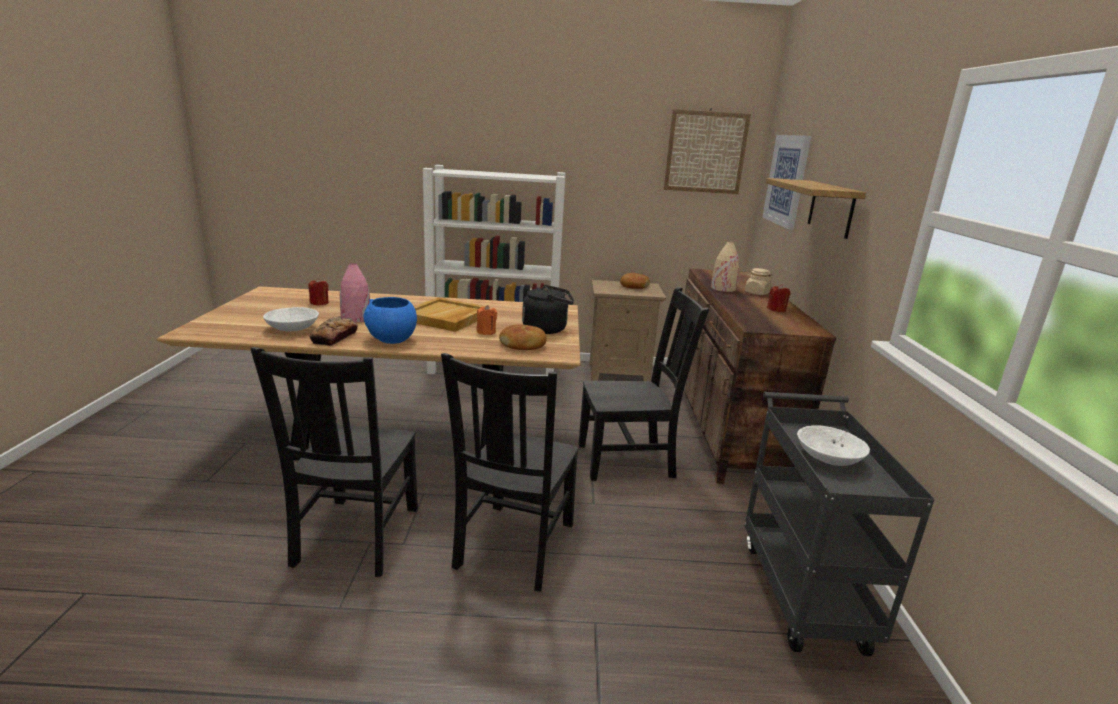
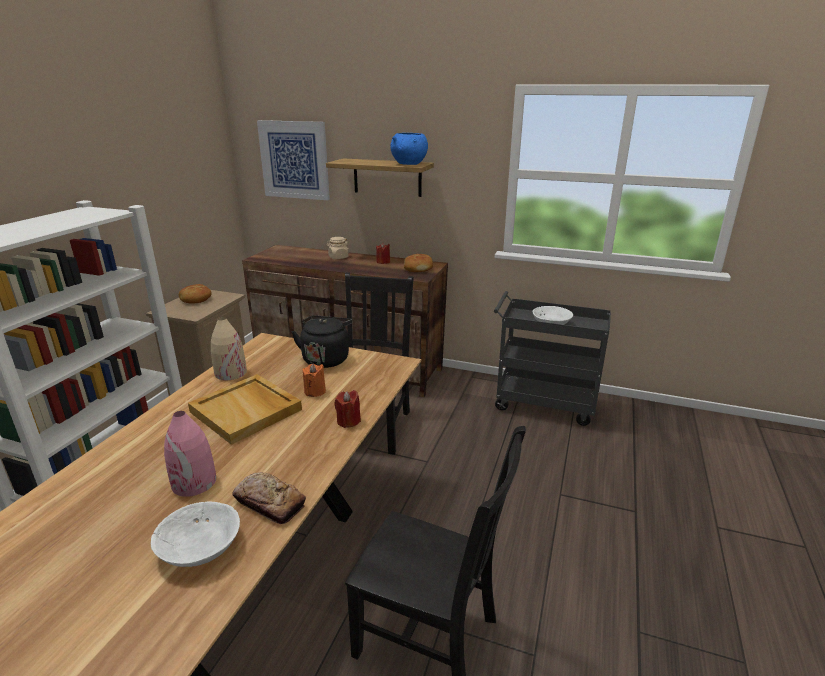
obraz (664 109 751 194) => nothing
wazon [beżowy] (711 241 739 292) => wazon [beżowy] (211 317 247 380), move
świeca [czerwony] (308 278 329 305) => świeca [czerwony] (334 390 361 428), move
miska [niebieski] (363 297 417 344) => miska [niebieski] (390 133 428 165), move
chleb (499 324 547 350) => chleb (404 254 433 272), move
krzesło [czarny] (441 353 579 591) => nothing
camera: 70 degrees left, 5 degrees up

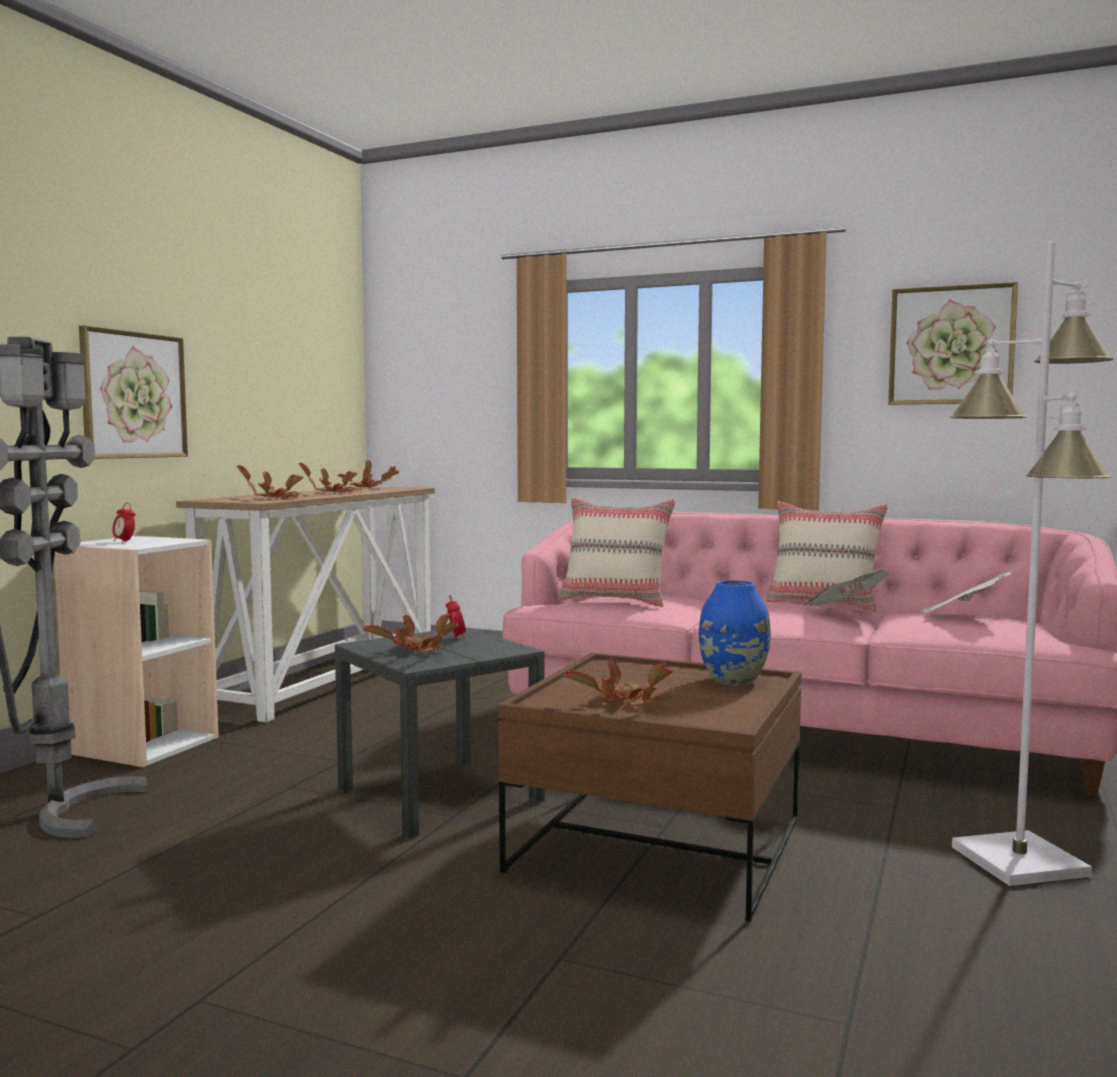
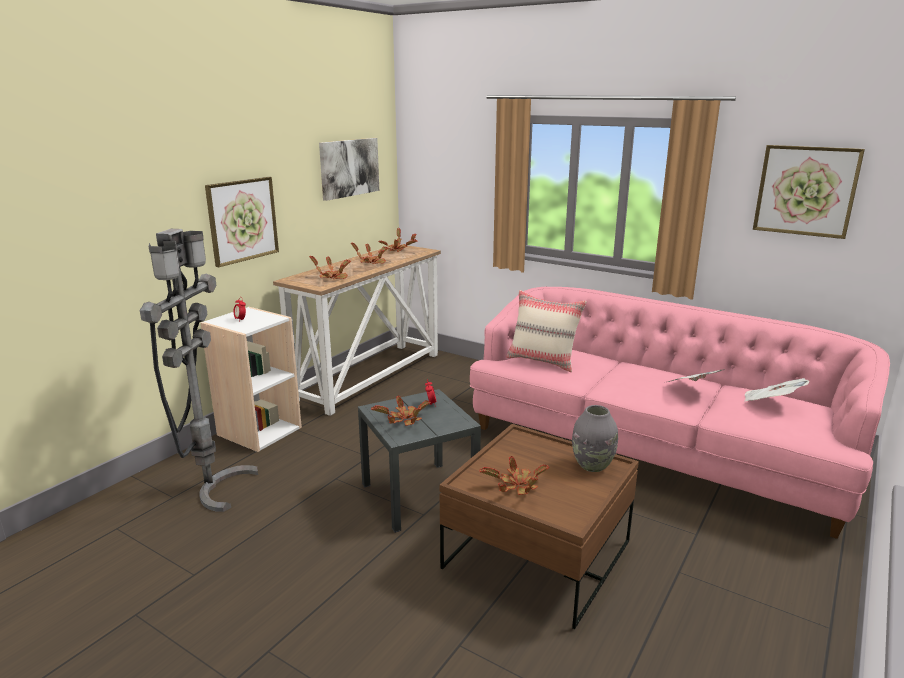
lampa stojąca [biały] (950 242 1113 886) => nothing
poduszka [beżowy] (765 501 888 612) => nothing
wazon [niebieski] (699 580 771 686) => wazon [szary] (572 405 618 472)
nothing => obraz (319 138 379 201)
camera: 10 degrees right, 15 degrees up

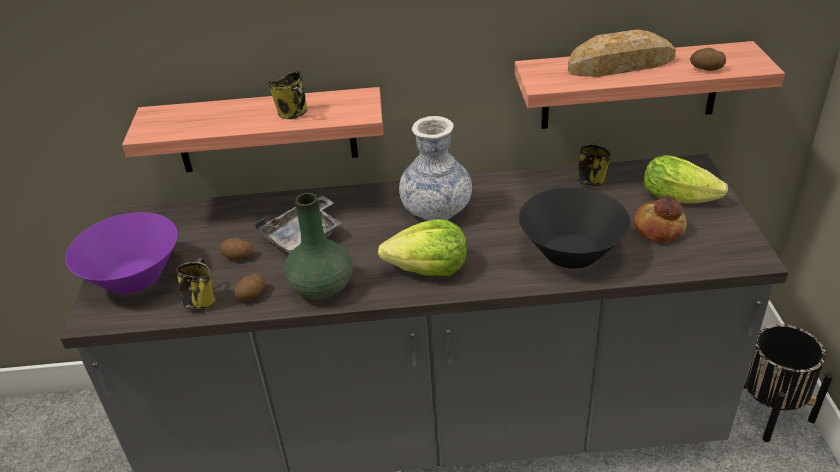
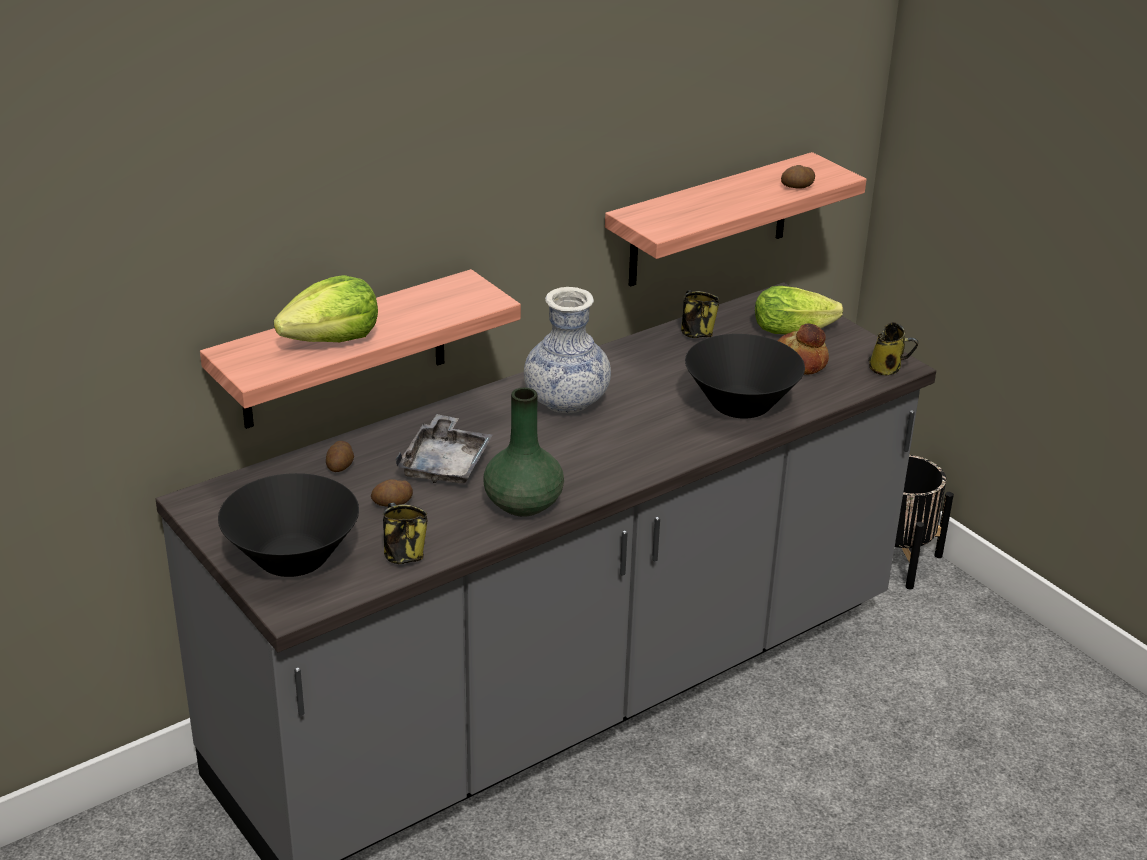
chleb (568 29 676 77) => nothing
kubek (268 71 307 119) => kubek (869 322 918 375), move
miska [fioletowy] (65 212 178 294) => miska [czarny] (218 473 359 577)
sałata (378 219 467 276) => sałata (274 275 378 342), move
ziemniak (234 273 266 301) => ziemniak (326 441 354 472), move
camera: 35 degrees left, 5 degrees down

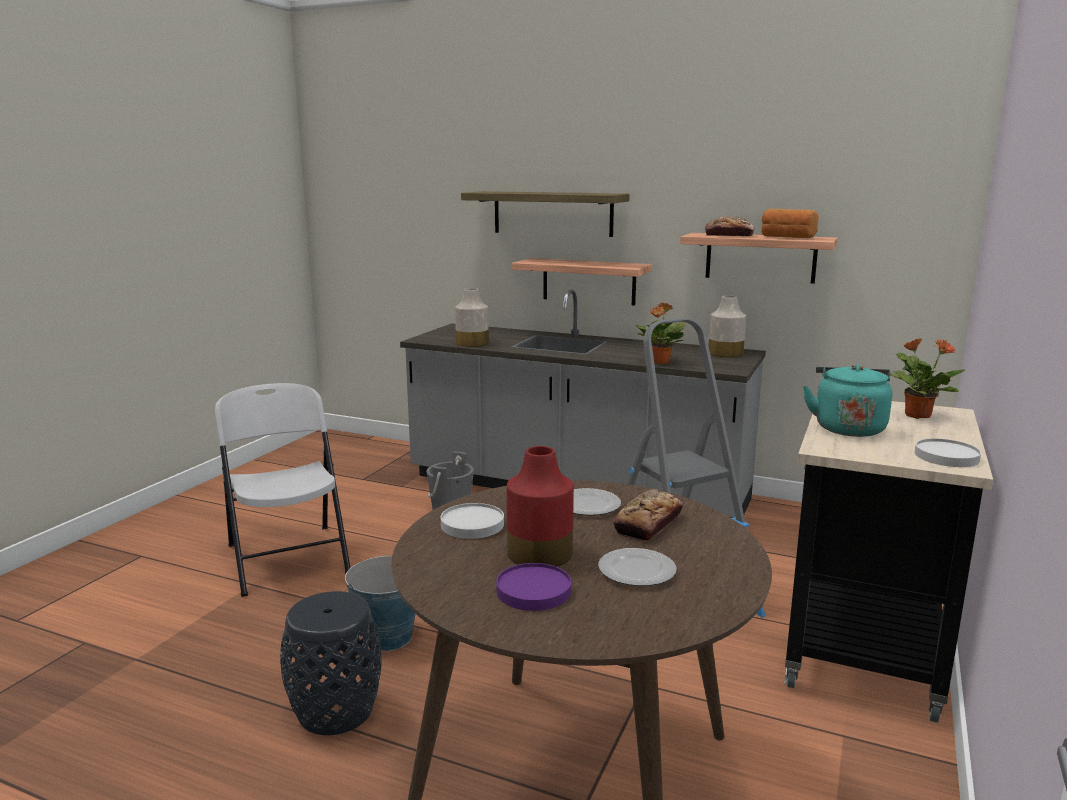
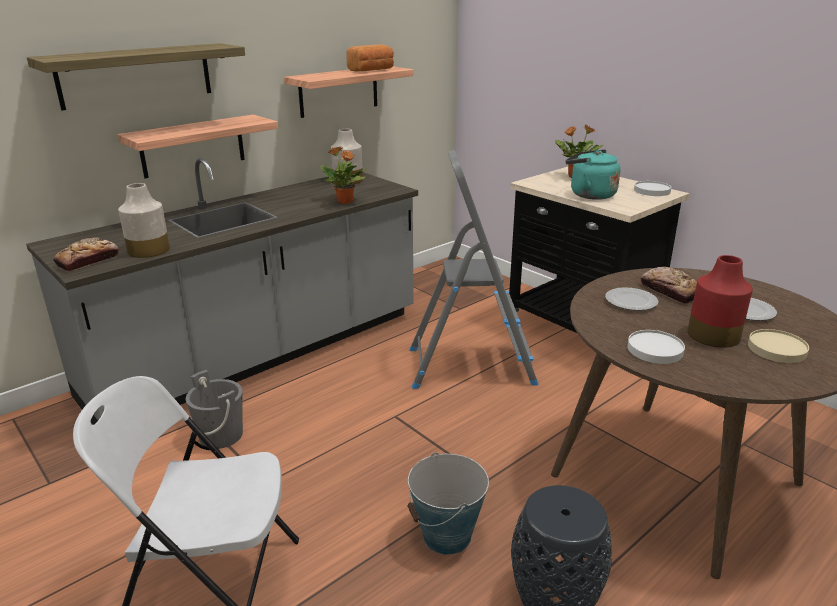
chleb (705 216 754 236) => chleb (53 237 119 272), move
talerz [fioletowy] (496 563 571 611) => talerz [beżowy] (748 329 809 363)
camera: 65 degrees left, 10 degrees up

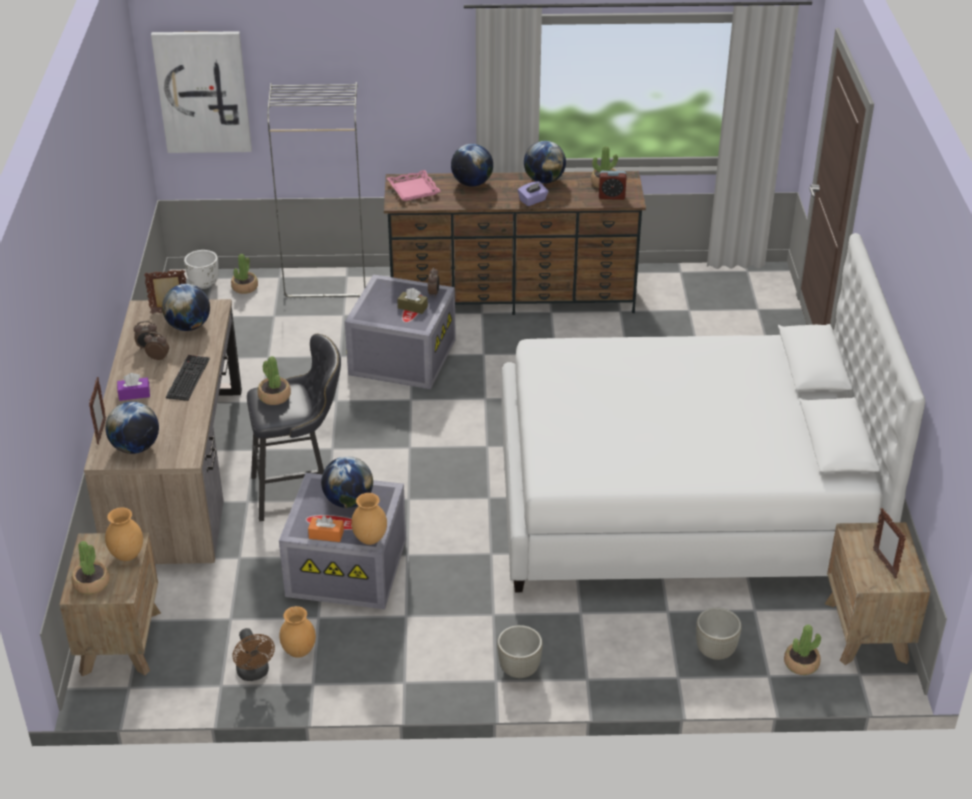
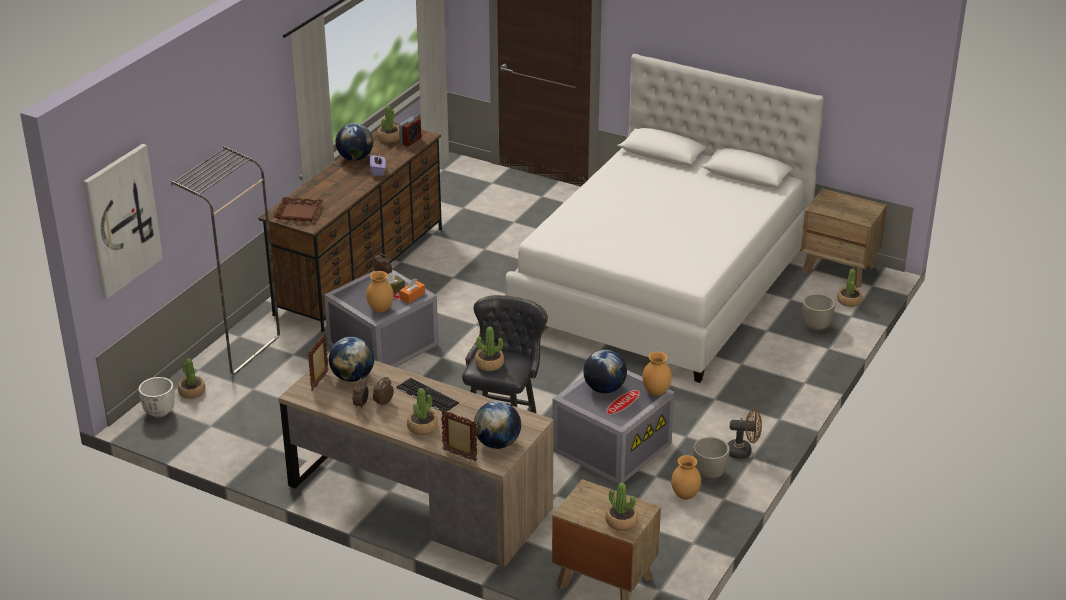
globus (451 144 493 187) => nothing
taca [różowy] (387 170 441 201) => taca [brązowy] (273 197 323 222)
pudełko chusteczek [fioletowy] (117 373 150 401) => roślina doniczkowa (407 388 438 435)
wazon [brązowy] (105 507 143 561) => wazon [brązowy] (366 271 394 312), move
ramka na zdjęcie (873 508 906 578) => nothing
pudełko chusteczek [pomarańczowy] (308 515 344 542) => pudełko chusteczek [pomarańczowy] (399 278 425 303), move
donica [szary] (497 625 543 678) => donica [szary] (693 437 730 480), move
wentylator [brązowy] (233 628 275 681) => wentylator [brązowy] (727 409 762 459), move
camera: 60 degrees left, 5 degrees down

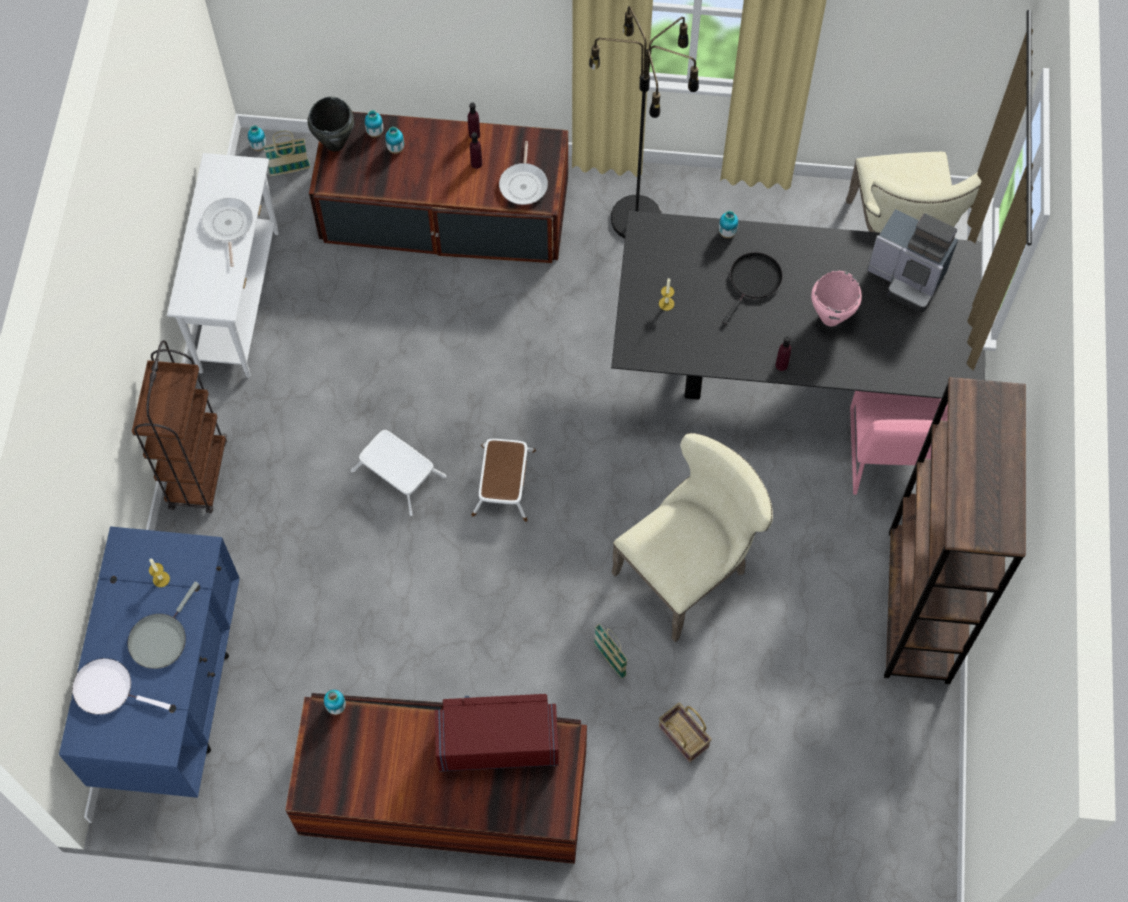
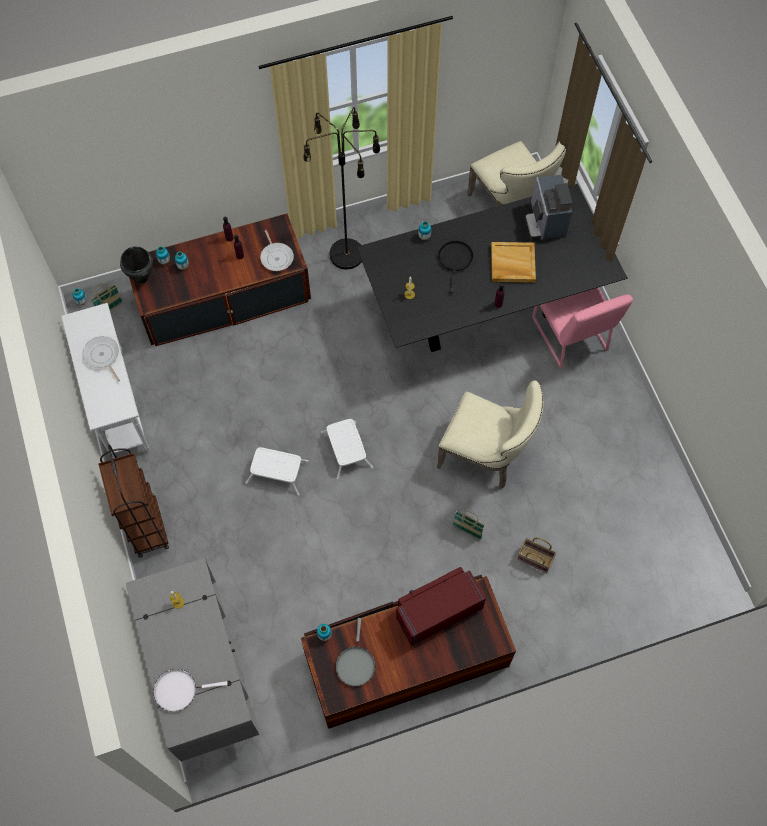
ekspres do kawy (867 209 958 313) => ekspres do kawy (525 175 572 241), 75 degrees clockwise
garnek [różowy] (811 271 862 326) => taca [beżowy] (491 242 536 283)
regał [brązowy] (884 377 1026 684) => nothing
krzesło [beżowy] (611 433 773 642) => krzesło [beżowy] (437 380 543 489), 90 degrees clockwise
drabinka [brązowy] (471 439 536 522) => drabinka [biały] (321 419 373 479)
komoda [niebieski] (59 526 240 798) => komoda [szary] (126 558 259 762)
patelnia [szary] (128 582 199 669) => patelnia [szary] (336 618 375 686), move
camera: 25 degrees left, 0 degrees up

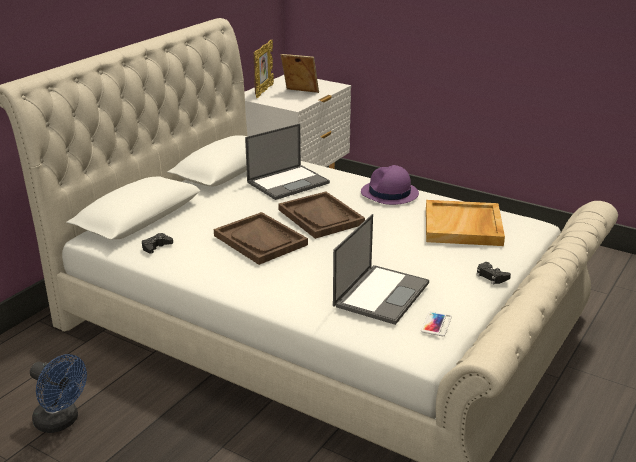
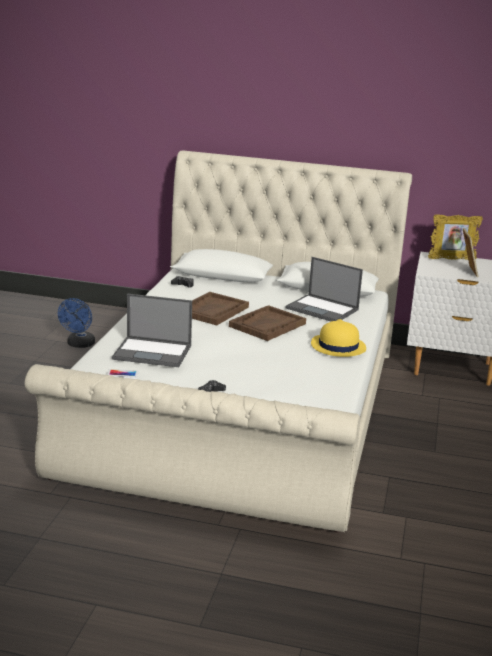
kapelusz [fioletowy] (361 165 419 205) => kapelusz [żółty] (311 319 366 357)
taca [beżowy] (426 200 505 246) => nothing
camera: 70 degrees right, 5 degrees down

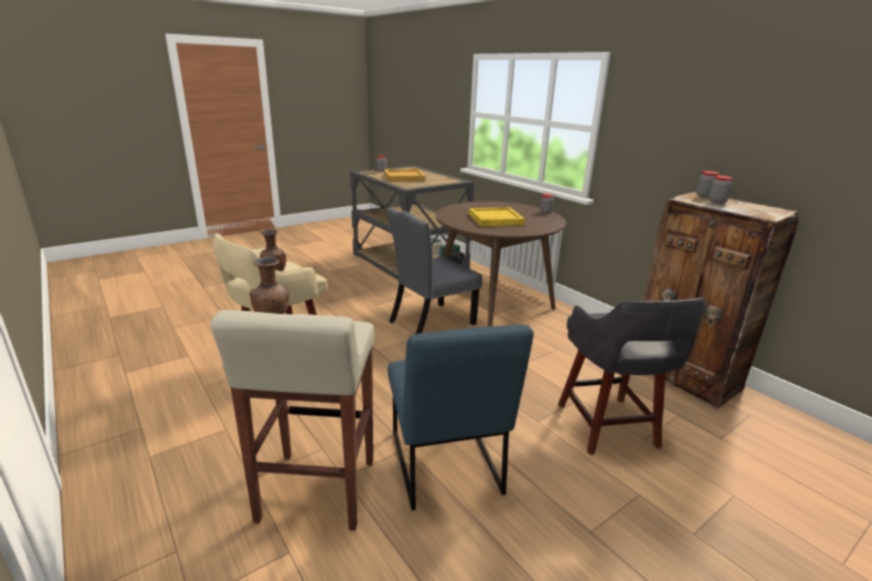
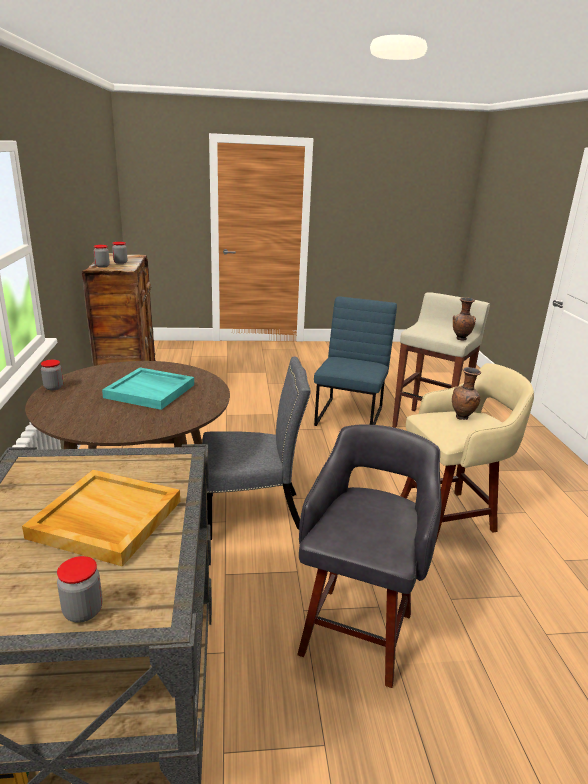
taca [żółty] (469 207 525 226) => taca [turkusowy] (102 368 194 410)
stołek [szary] (558 298 706 455) => stołek [szary] (297 424 441 688), move
camera: 150 degrees left, 0 degrees up

